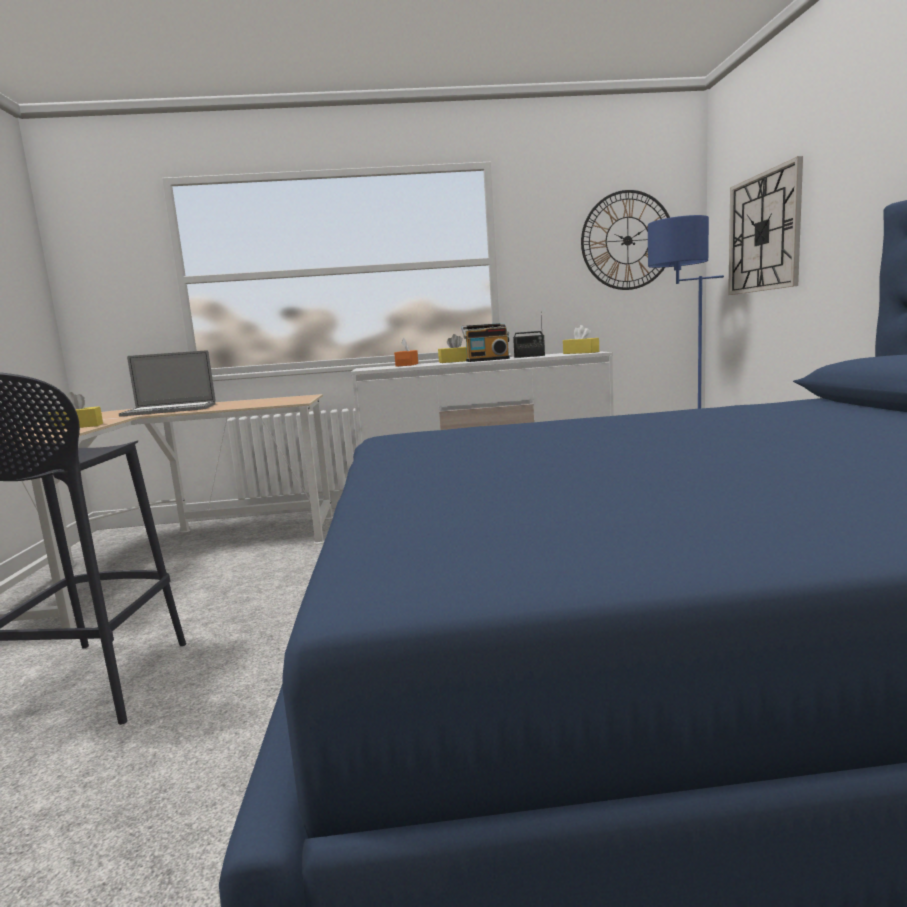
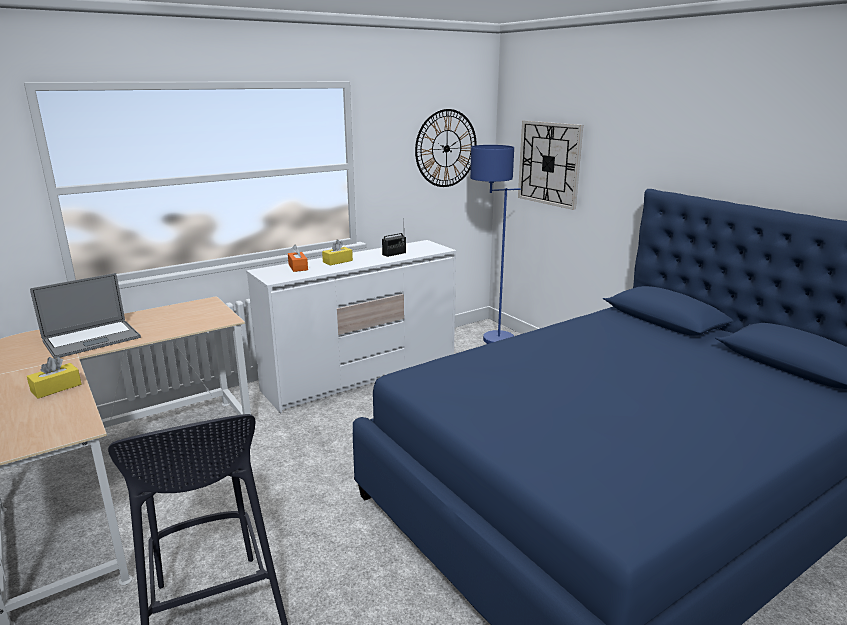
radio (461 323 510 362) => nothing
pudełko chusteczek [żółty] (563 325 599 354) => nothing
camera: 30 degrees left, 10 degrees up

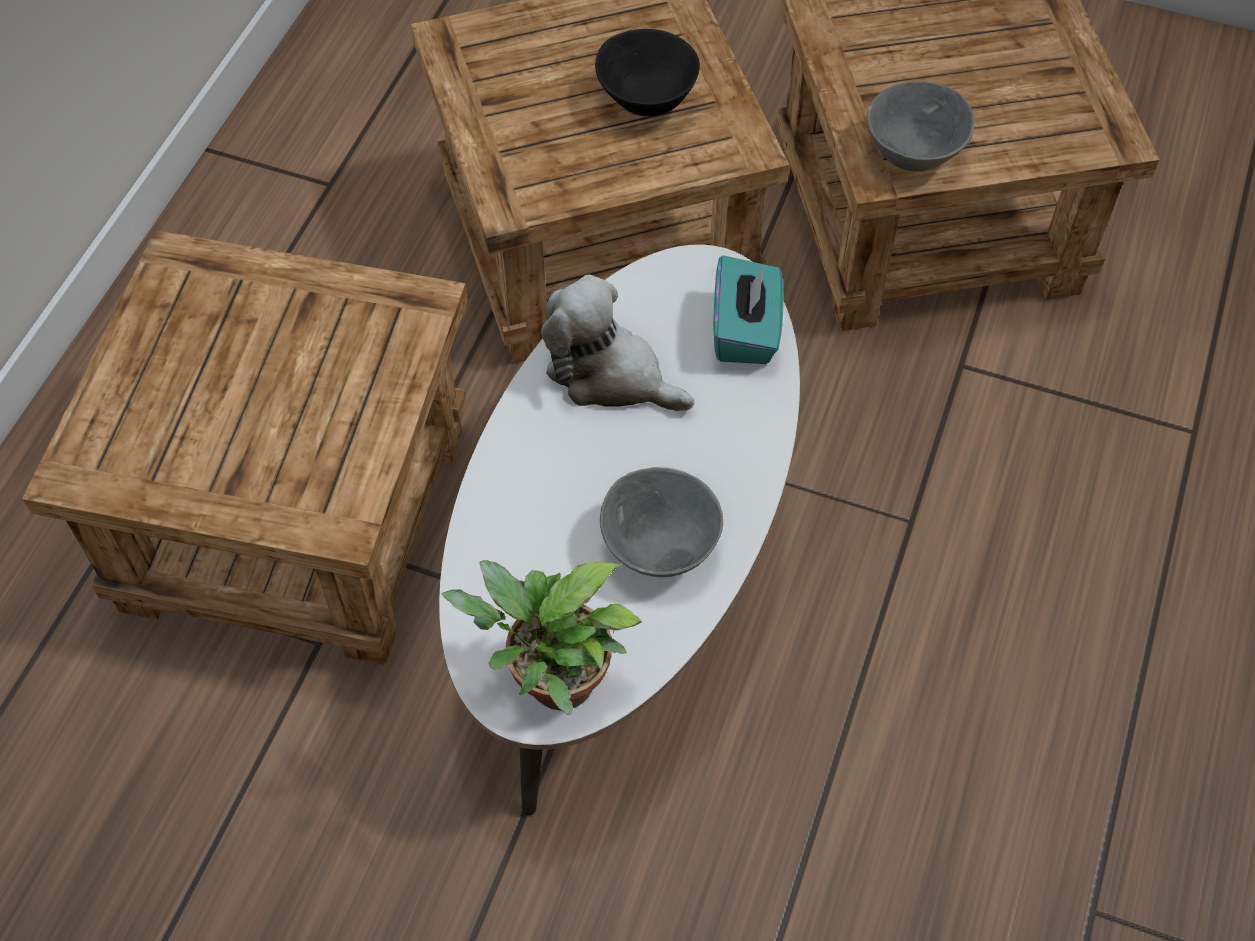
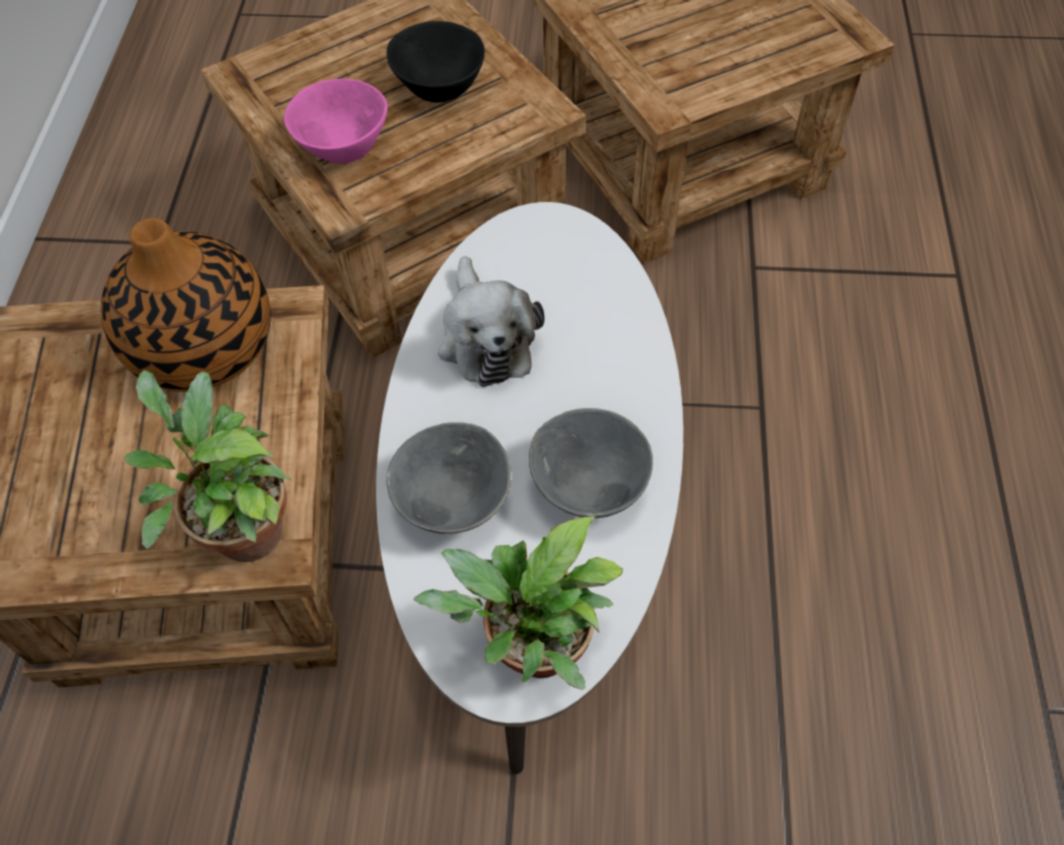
miska [szary] (867 81 975 172) => miska [szary] (386 422 511 534), move
pudełko chusteczek [turkusowy] (713 255 783 364) => nothing
pluszak (541 274 694 411) => pluszak (438 256 544 387), 120 degrees counterclockwise
nothing => miska [różowy] (284 79 388 164)
nothing => wazon (101 218 271 392)
nothing => roślina doniczkowa (124 370 291 562)
camera: 15 degrees left, 0 degrees up

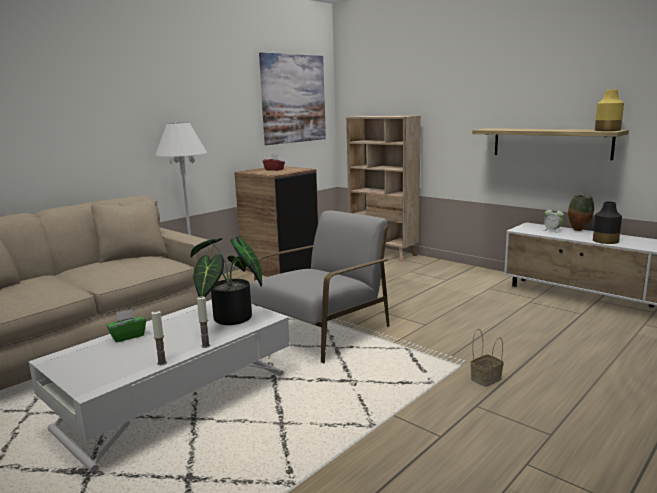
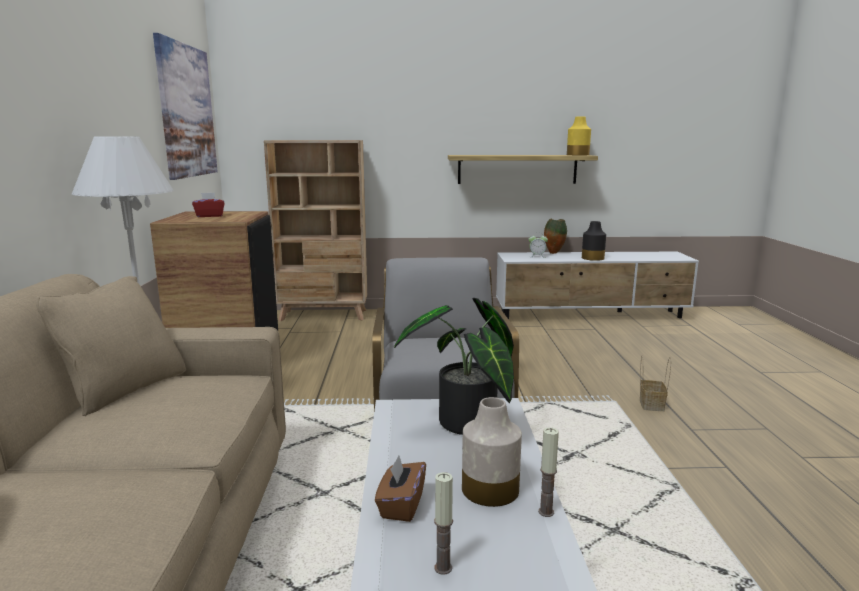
świeca (197 297 210 348) => świeca (434 472 453 575), move
pudełko chusteczek [zielony] (107 309 146 343) => pudełko chusteczek [brązowy] (375 455 426 522)
nothing => wazon [beżowy] (462 397 522 507)
camera: 45 degrees left, 0 degrees up

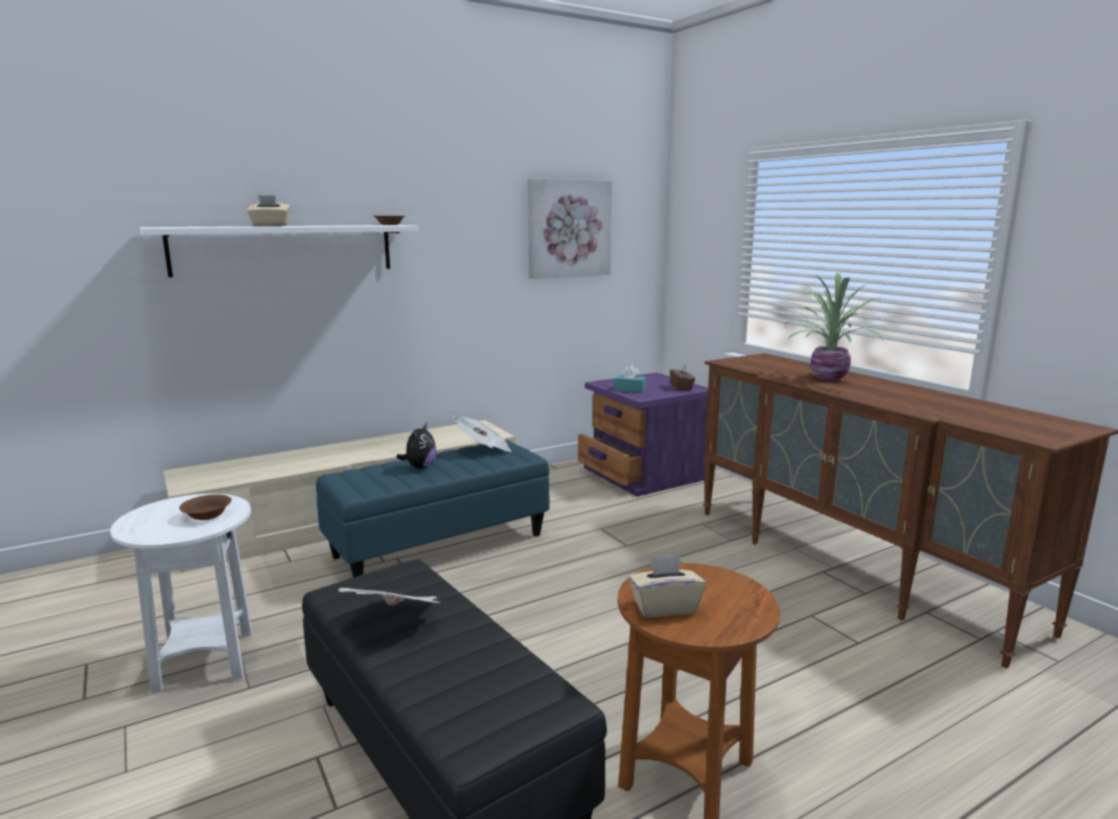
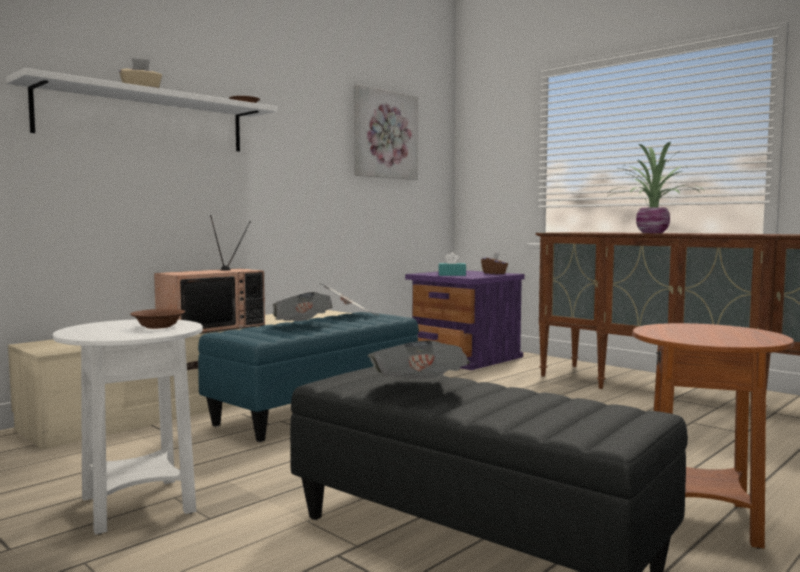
pluszak (396 423 436 469) => gazeta (273 292 333 321)
pudełko chusteczek [beżowy] (629 555 706 617) => nothing
nothing => telewizor (154 215 265 334)
camera: 15 degrees left, 10 degrees down

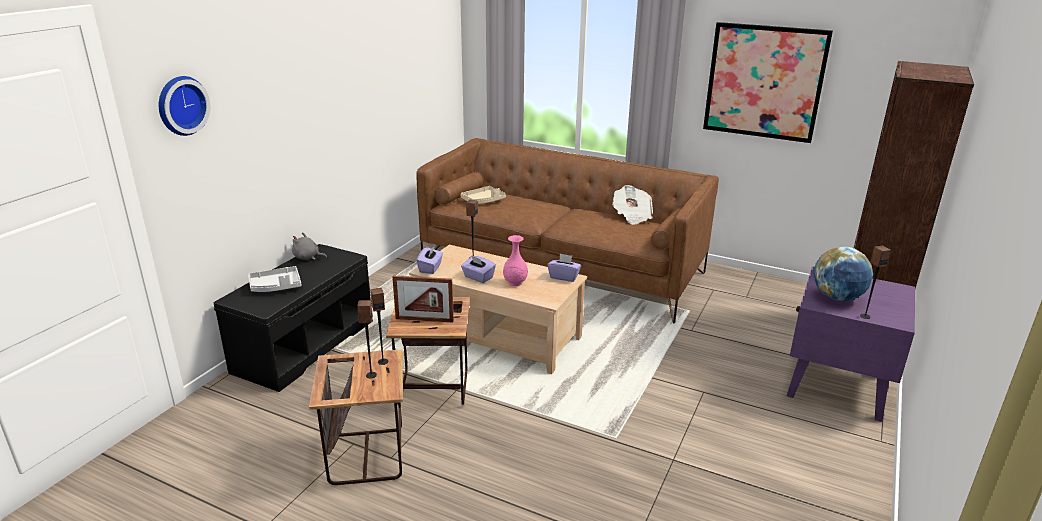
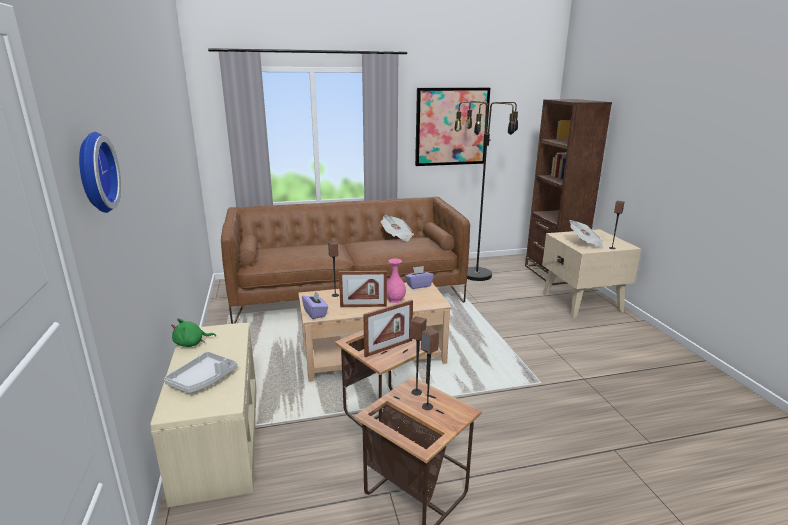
taca [beżowy] (460 186 506 204) => nothing
pluszak [szary] (292 232 327 260) => pluszak [zielony] (171 318 216 347)
ławka [czarny] (214 244 373 392) => ławka [beżowy] (150 323 257 507)
globus (813 247 873 301) => gazeta (569 220 603 249)
pudełko chusteczek [fioletowy] (461 255 496 283) => ramka na zdjęcie (339 271 387 307)
szafka nocna [fioletowy] (787 267 915 422) => szafka nocna [beżowy] (542 229 641 318)
nothing => lampa stojąca (455 101 518 281)
camera: 40 degrees left, 5 degrees down

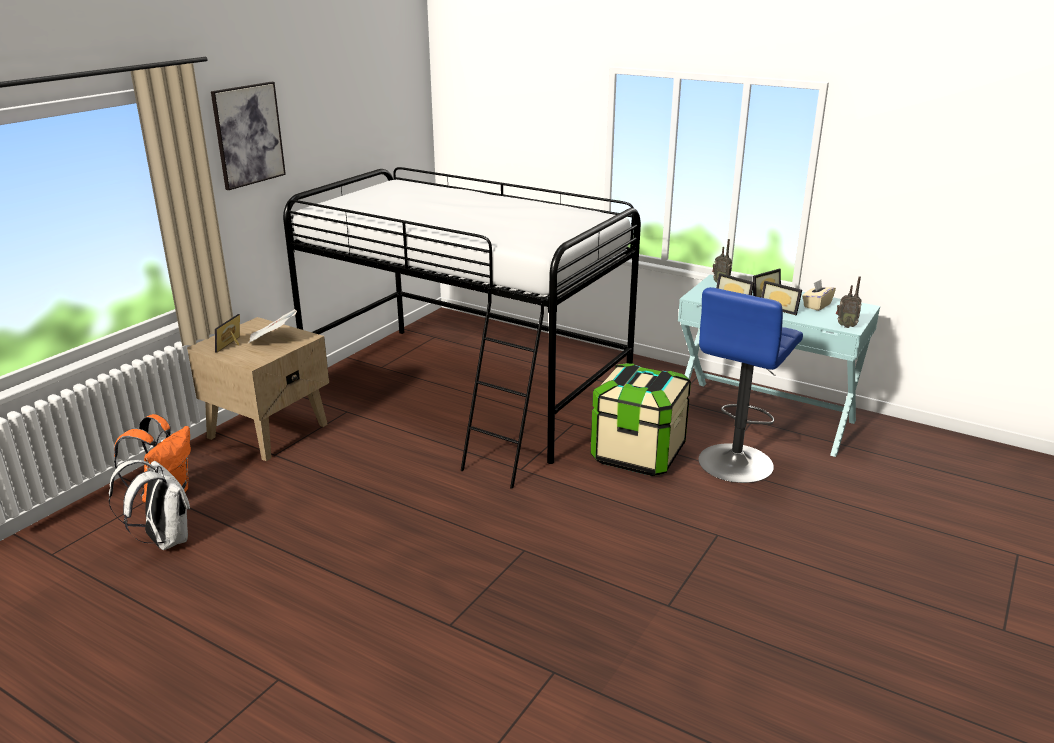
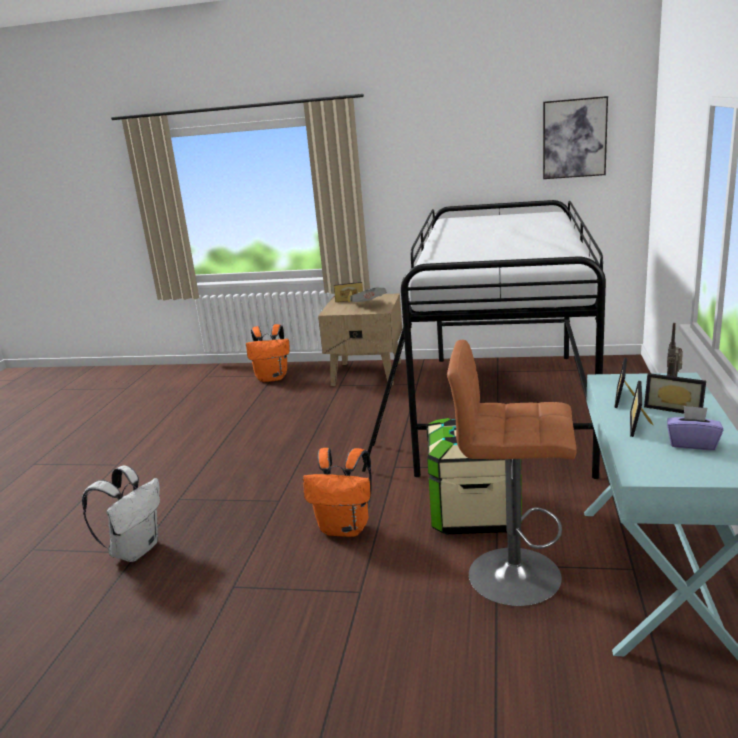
obraz (211 82 286 190) => obraz (543 96 608 179), move
radio (836 276 862 328) => nothing
pudełko chusteczek [beżowy] (802 280 836 311) => pudełko chusteczek [fioletowy] (667 406 723 450)
stołek [niebieski] (698 287 803 483) => stołek [brązowy] (447 340 577 606)
plecak [biały] (109 460 190 550) => plecak [biały] (82 466 160 562), move
nothing => plecak [pomarańczowy] (303 448 372 537)
camera: 70 degrees right, 5 degrees down

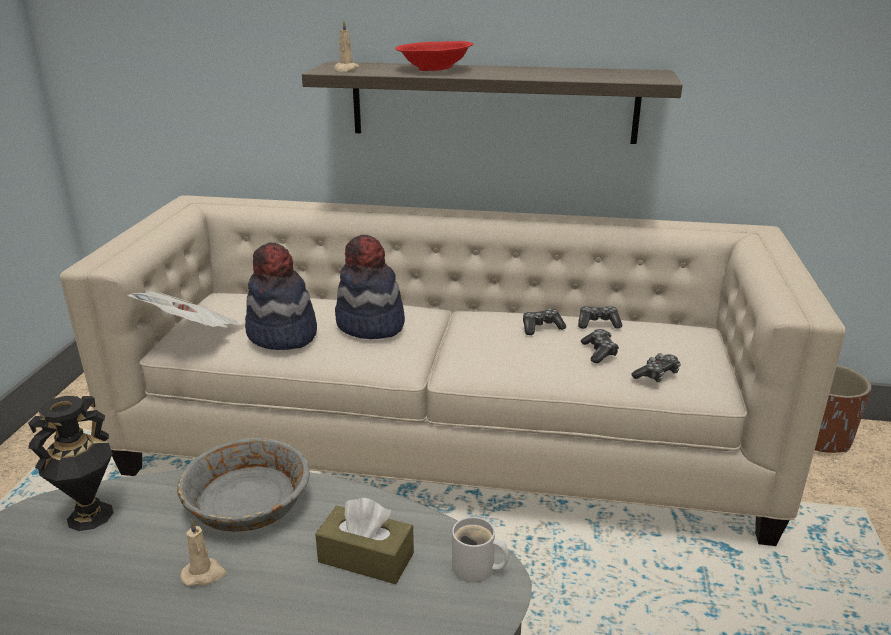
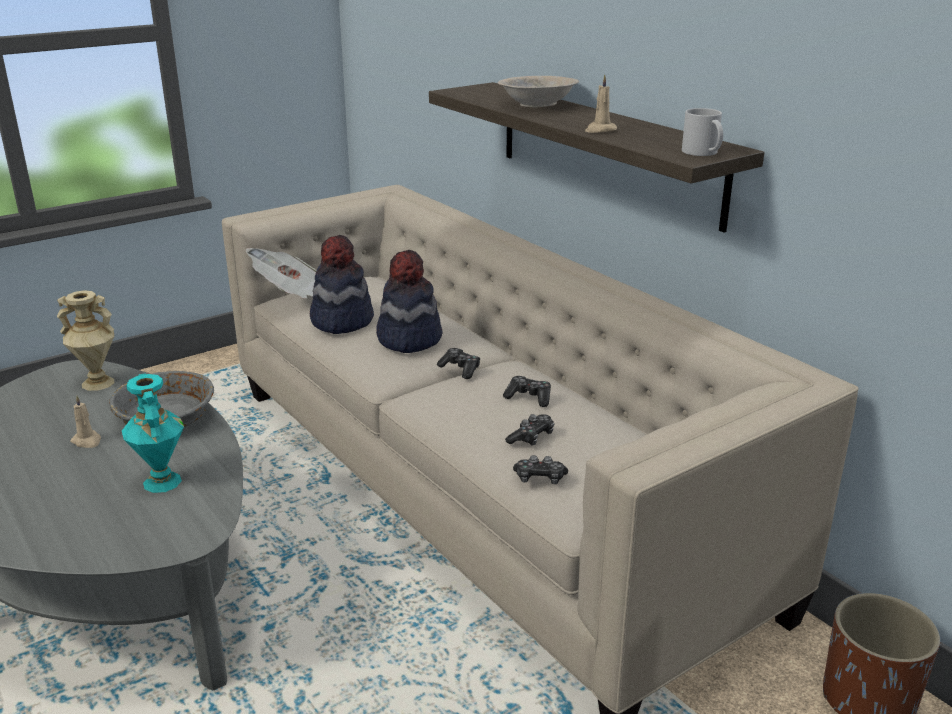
świeca [beżowy] (334 20 359 72) => świeca [beżowy] (585 75 617 133), move
miska [czerwony] (395 41 473 71) => miska [beżowy] (497 76 579 107)
pad do gier (578 306 622 329) => pad do gier (437 348 480 379), move
wazon [czarny] (28 396 114 531) => wazon [beżowy] (57 290 115 391)
pudełko chusteczek [brązowy] (315 498 414 584) => wazon [turkusowy] (122 373 184 493)
kubek [biały] (452 517 509 583) => kubek [biały] (682 108 723 156), move
camera: 45 degrees right, 0 degrees up

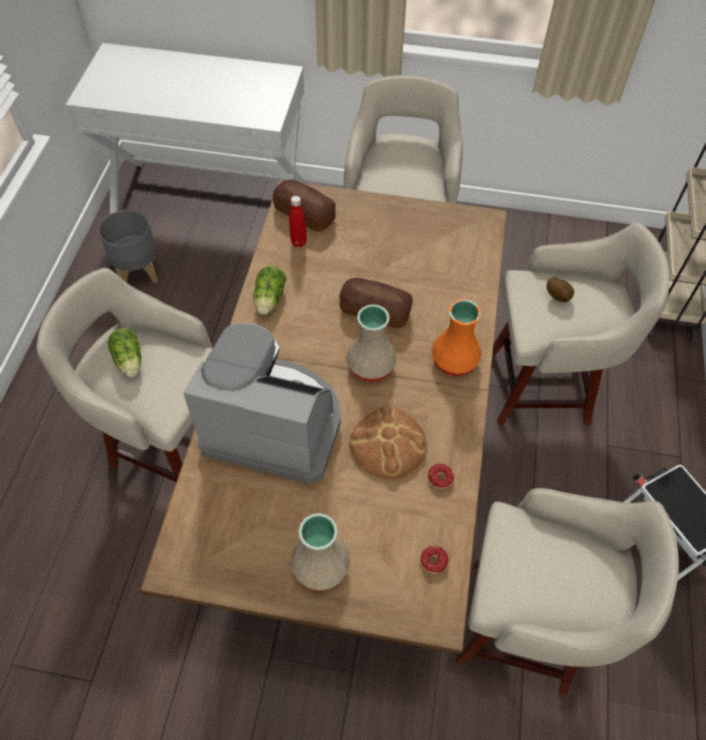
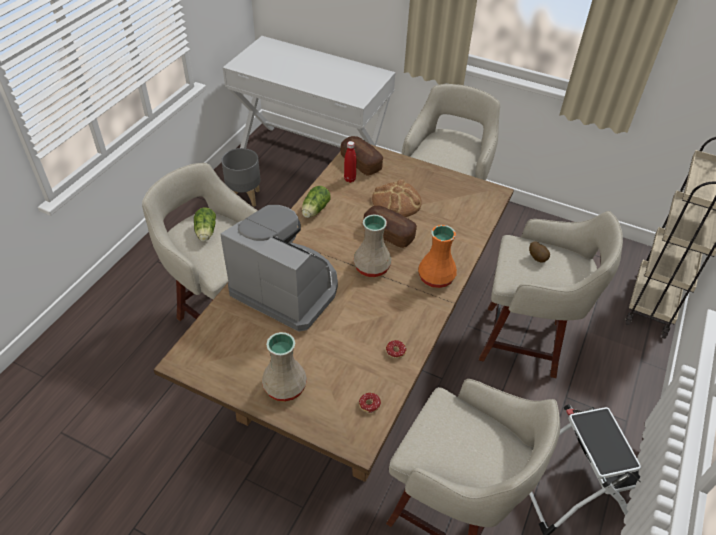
chleb (349 405 427 479) => chleb (372 179 422 217), move
camera: 15 degrees right, 10 degrees down

